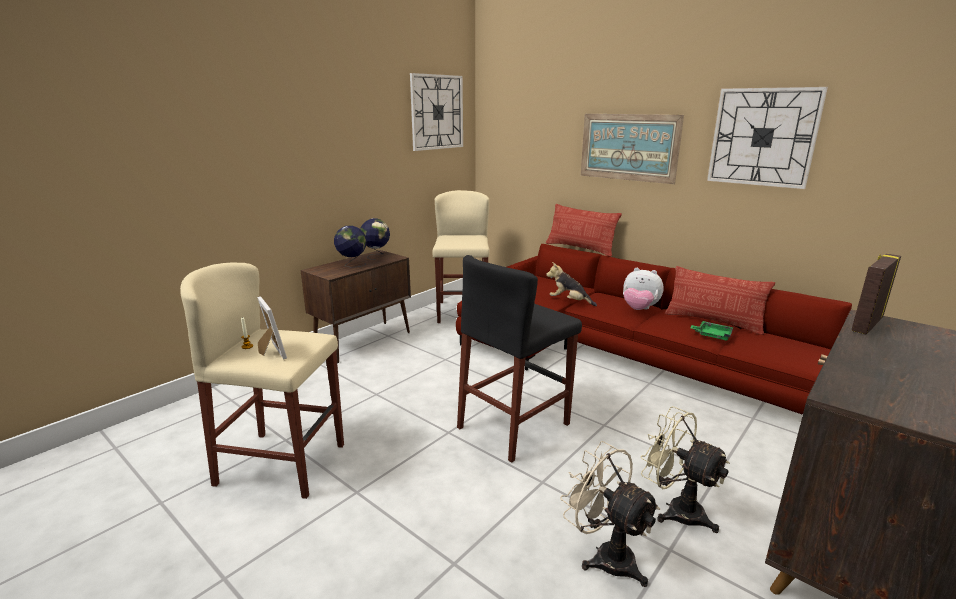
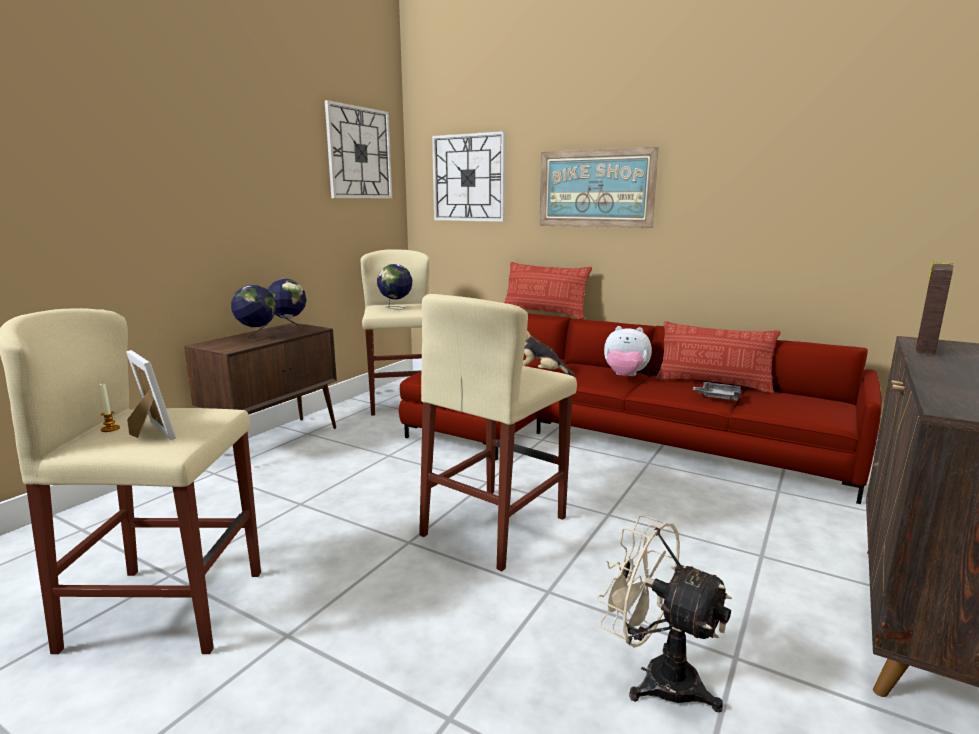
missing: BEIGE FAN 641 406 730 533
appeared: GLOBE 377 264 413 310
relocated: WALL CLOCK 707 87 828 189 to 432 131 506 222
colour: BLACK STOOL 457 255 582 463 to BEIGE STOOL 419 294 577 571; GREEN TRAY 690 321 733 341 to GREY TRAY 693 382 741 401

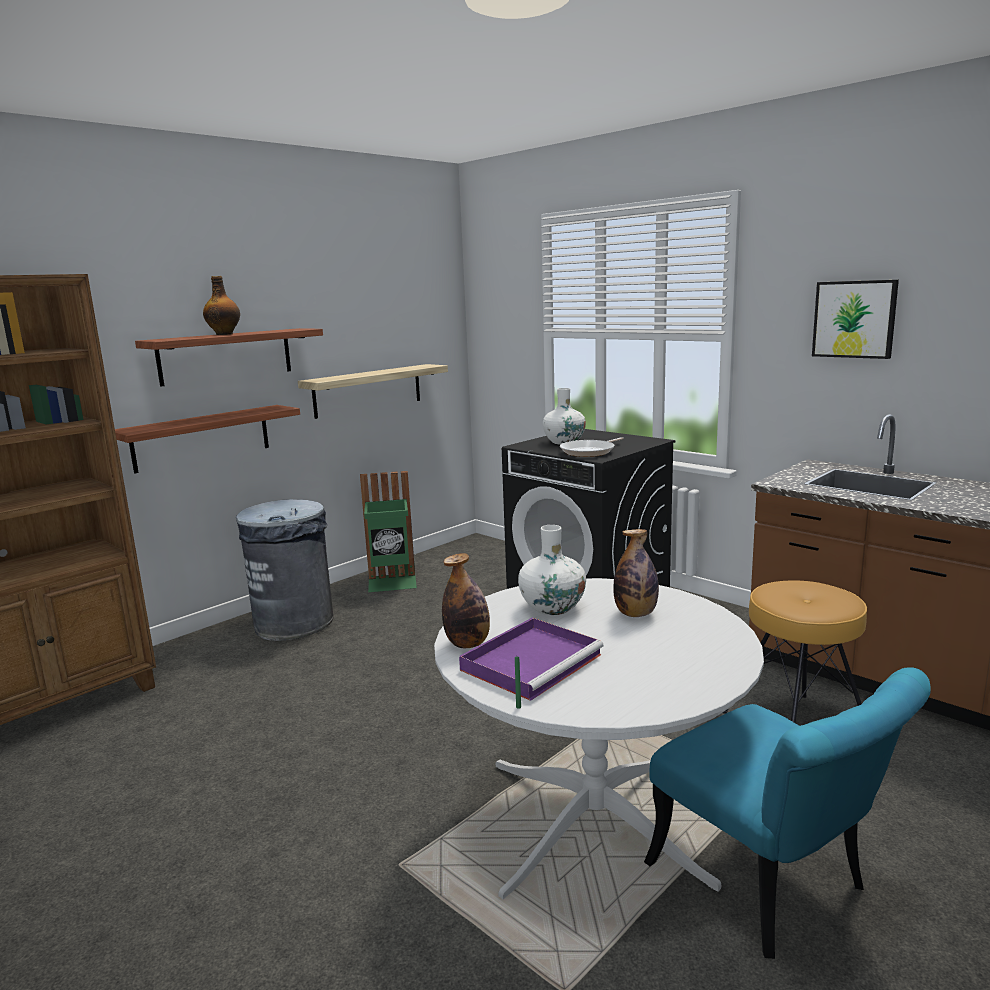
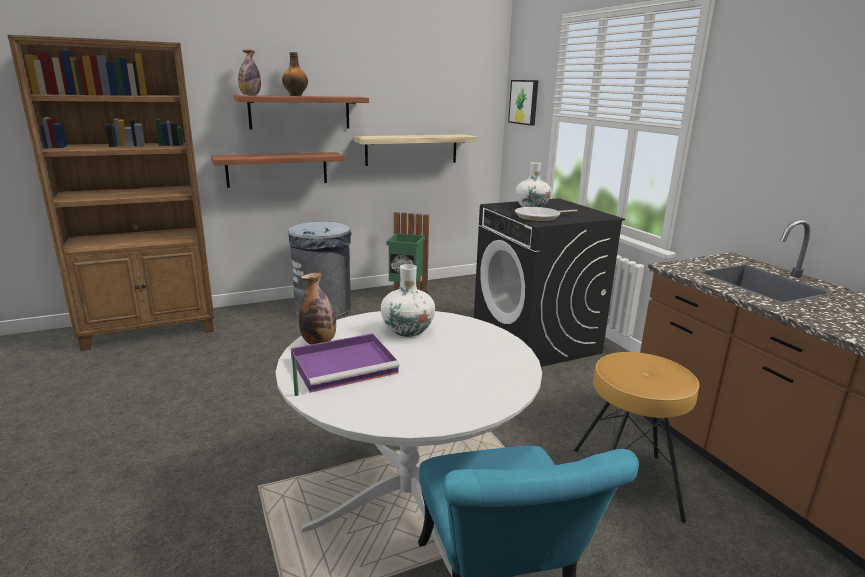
relocated: BOTTLE 613 529 659 617 to 238 50 261 95; PICTURE 812 280 899 359 to 508 80 538 126

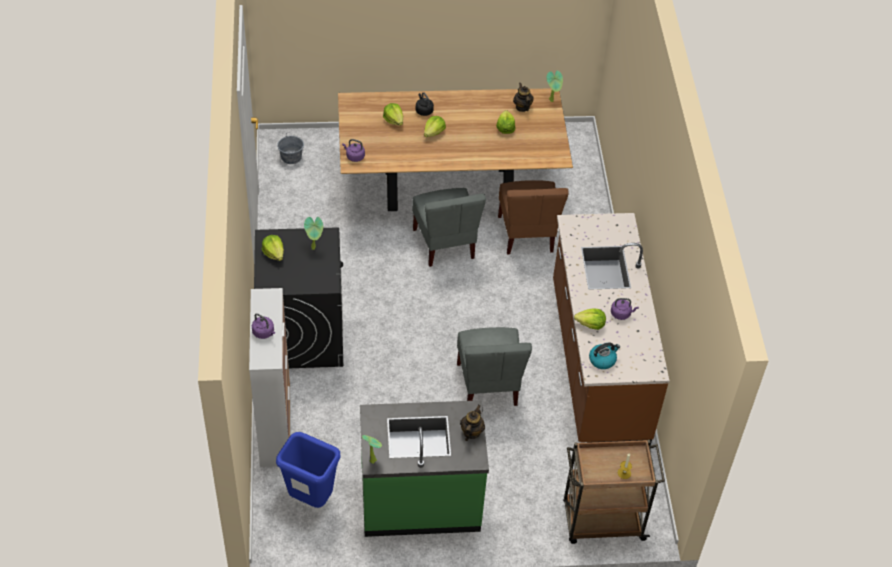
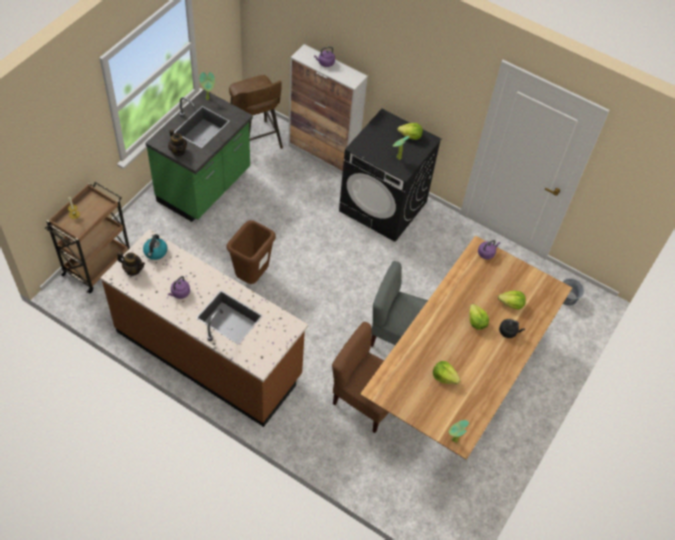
missing: LETTUCE 574 309 606 330
relocated: TEAPOT 513 83 534 112 to 117 252 145 276
exchanged: BLUE TRASH CAN 276 432 340 508 to BROWN STOOL 229 75 283 149; GREY CHAIR 457 327 532 406 to BROWN TRASH CAN 227 220 276 284

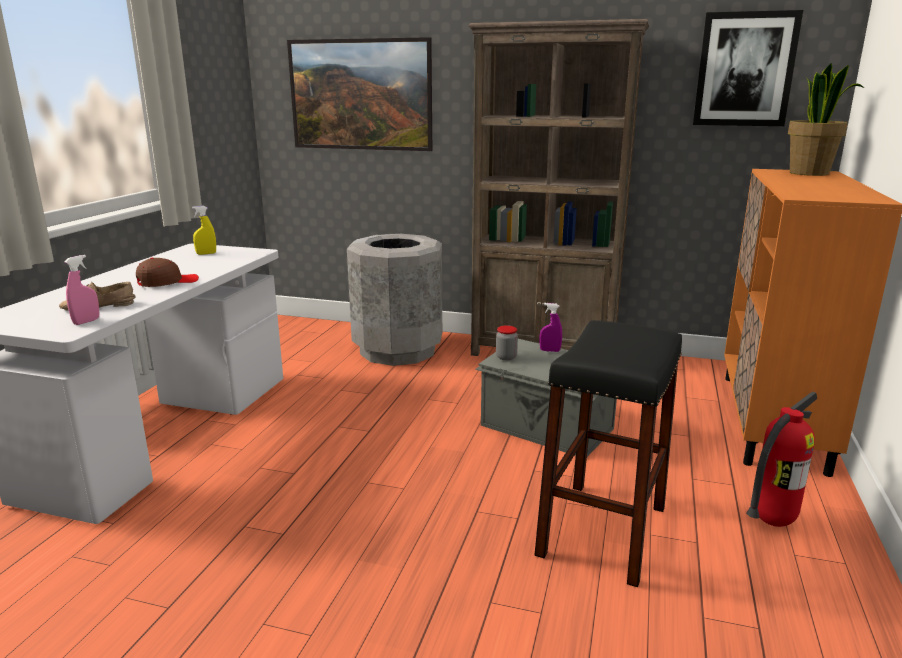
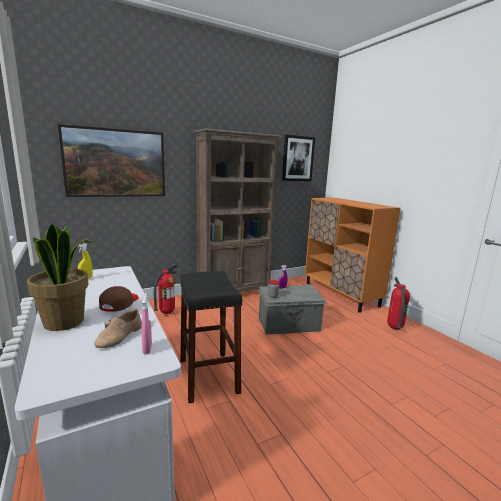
relocated: BLACK STOOL 535 320 682 587 to 180 271 243 403; POTTED PLANT 788 63 864 176 to 27 224 93 331
exchanged: GREY TRASH CAN 347 234 442 366 to FIRE EXTINGUISHER 154 264 178 314

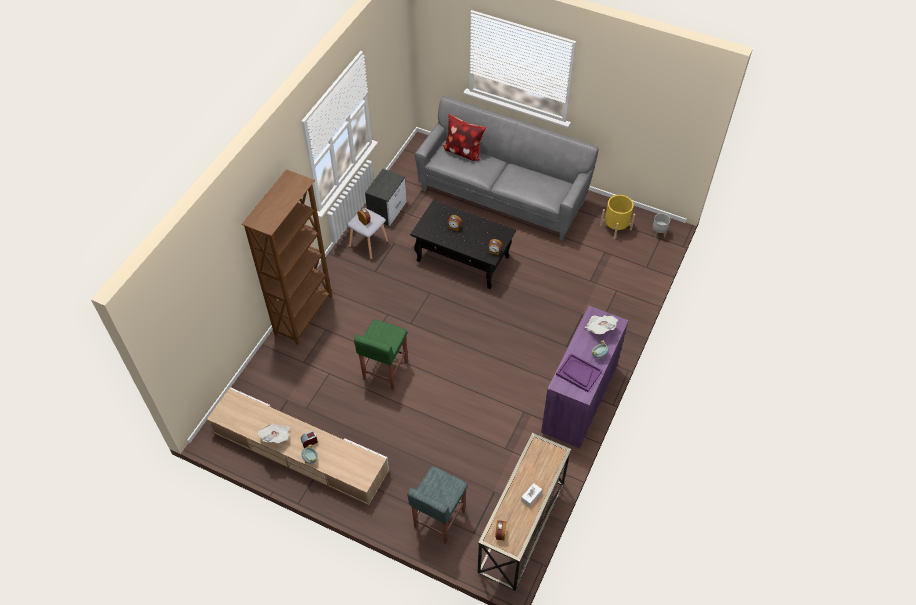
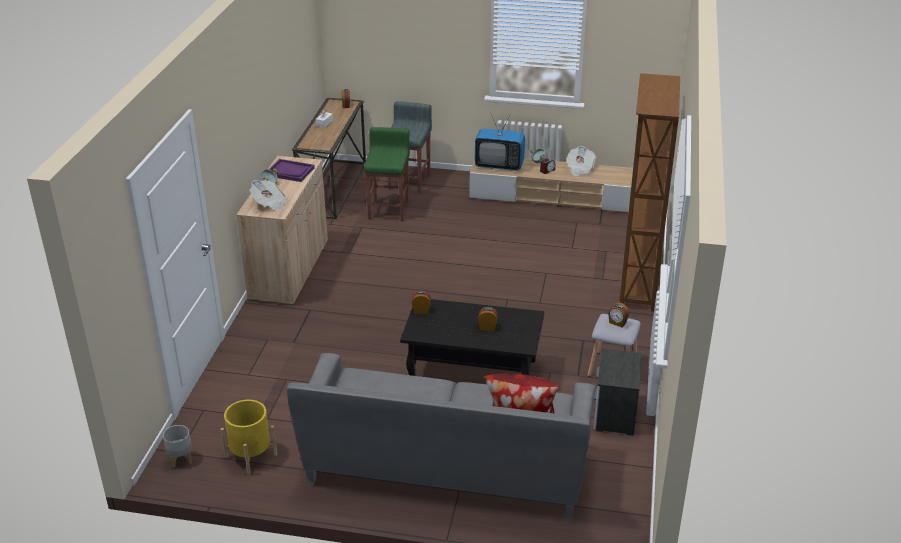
appeared: TELEVISION 475 112 525 171
relocated: GREEN STOOL 354 320 408 390 to 364 127 410 221
colour: PURPLE CABINET 541 306 629 448 to BEIGE CABINET 236 156 328 305

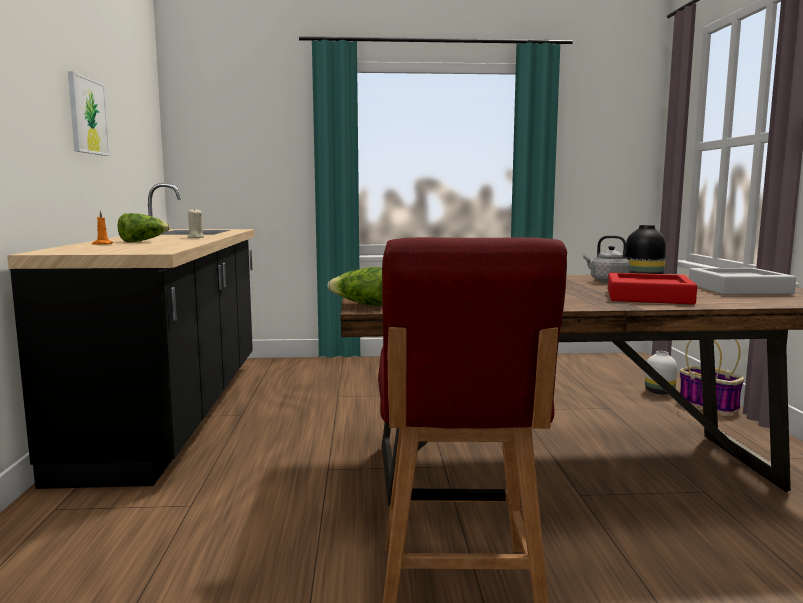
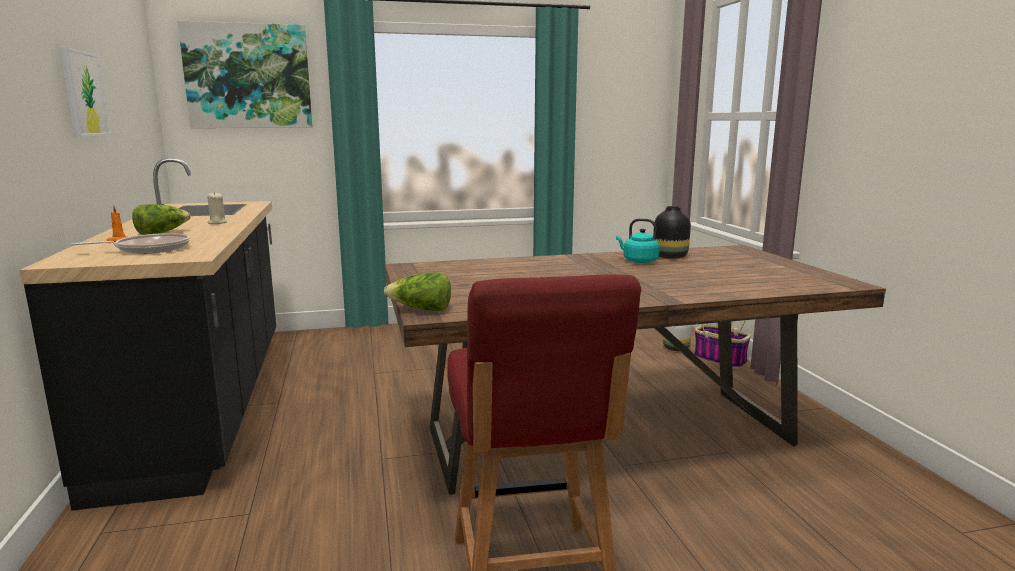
missing: RED TRAY 608 273 697 304; GREY TRAY 689 268 796 295
appeared: FRYING PAN 71 233 190 254; PICTURE 177 21 313 128
colour: GREY KETTLE 583 235 630 282 to TURQUOISE KETTLE 616 219 659 263

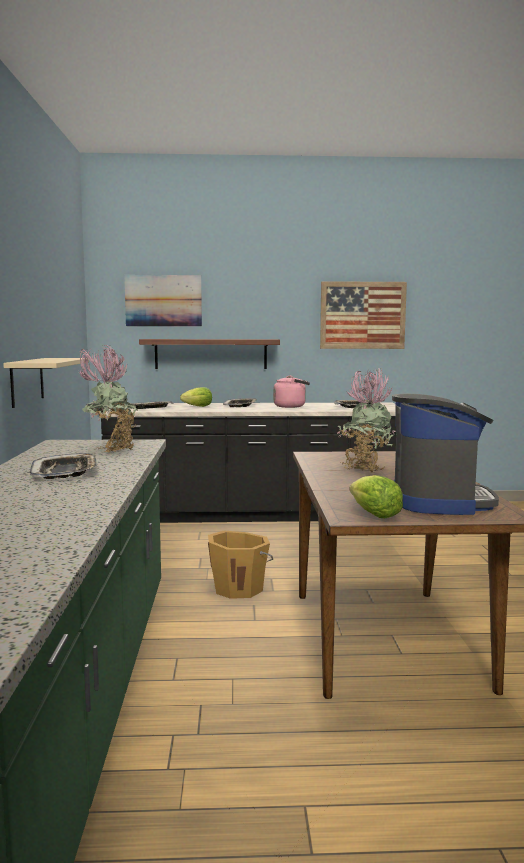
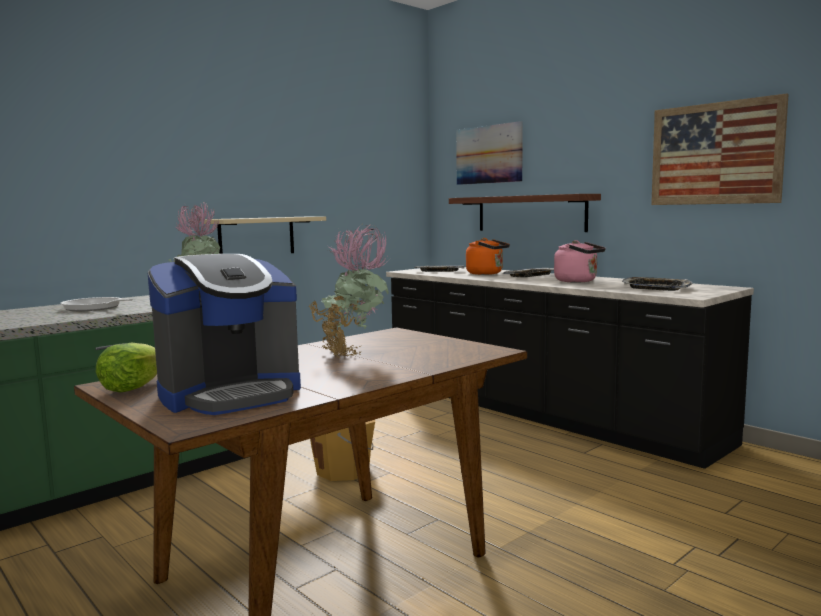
exchanged: TRAY 30 453 97 479 to FRYING PAN 61 297 133 311; LETTUCE 180 387 212 407 to ORANGE KETTLE 466 238 510 275

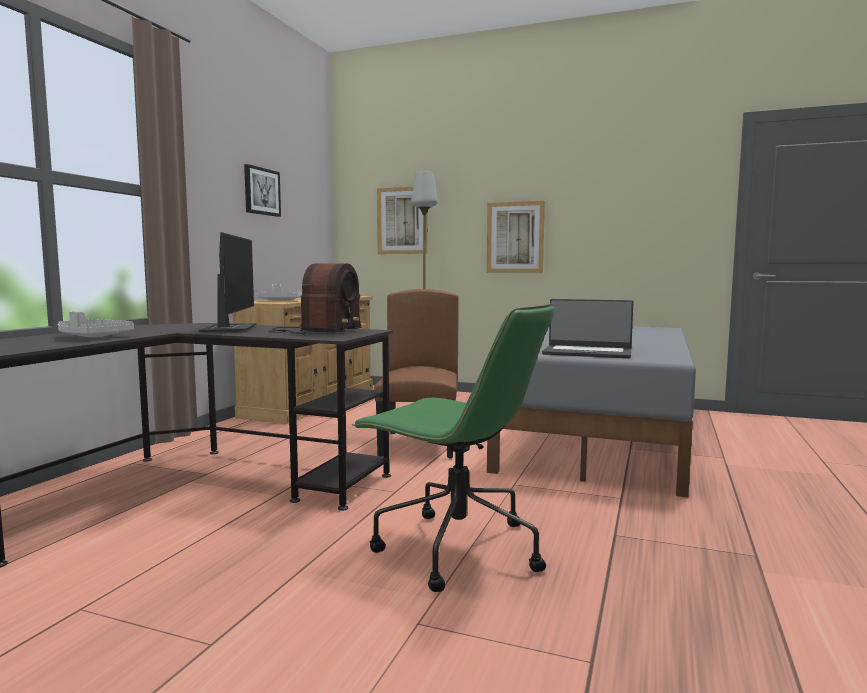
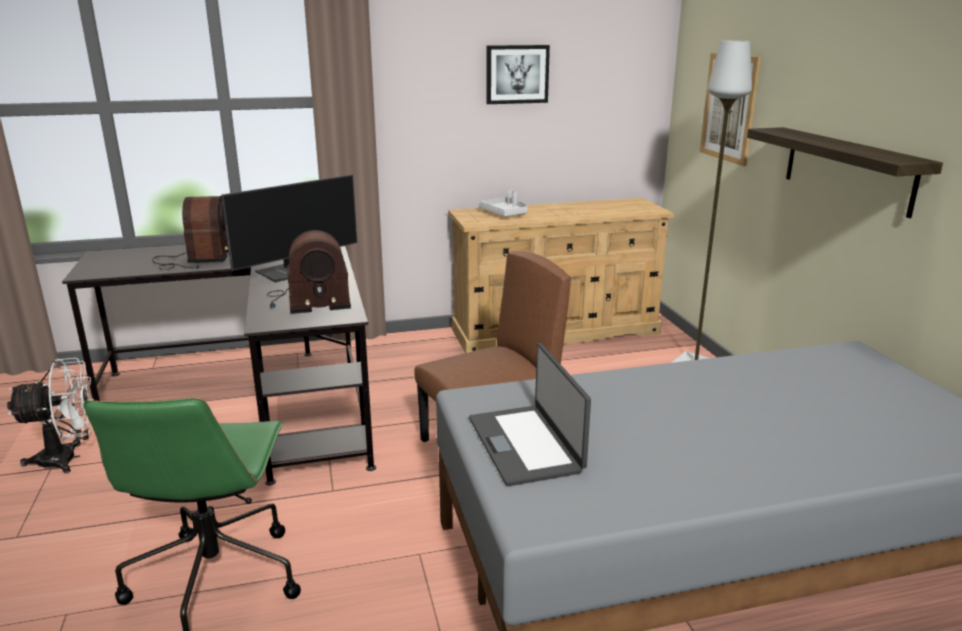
appeared: WHITE FAN 7 358 94 473
exchanged: GREY TRAY 58 312 134 337 to RADIO 152 196 228 270; PICTURE 487 201 545 273 to SHELF 747 127 943 218

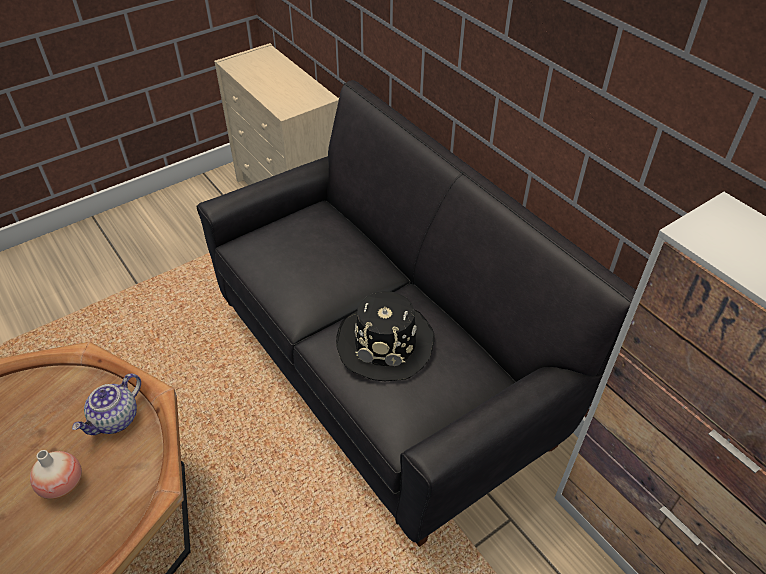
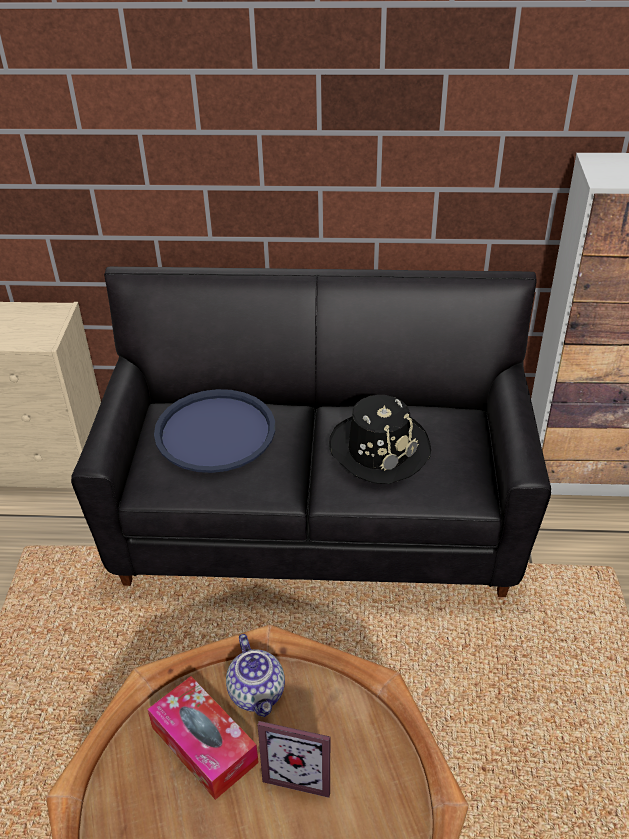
appeared: TISSUE BOX 147 676 259 800; BLUE TRAY 154 389 275 473
exchanged: VASE 30 450 82 500 to PICTURE FRAME 258 721 330 798

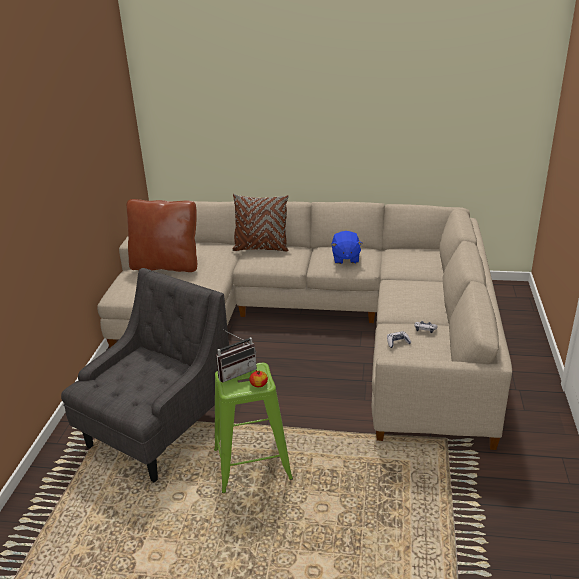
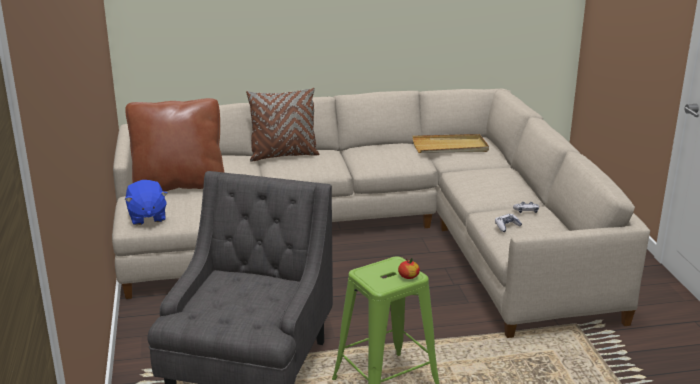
missing: RADIO 216 330 257 383
appeared: BEIGE TRAY 412 134 489 153
relocated: BLUE PLUSH TOY 331 231 362 264 to 125 180 168 225

